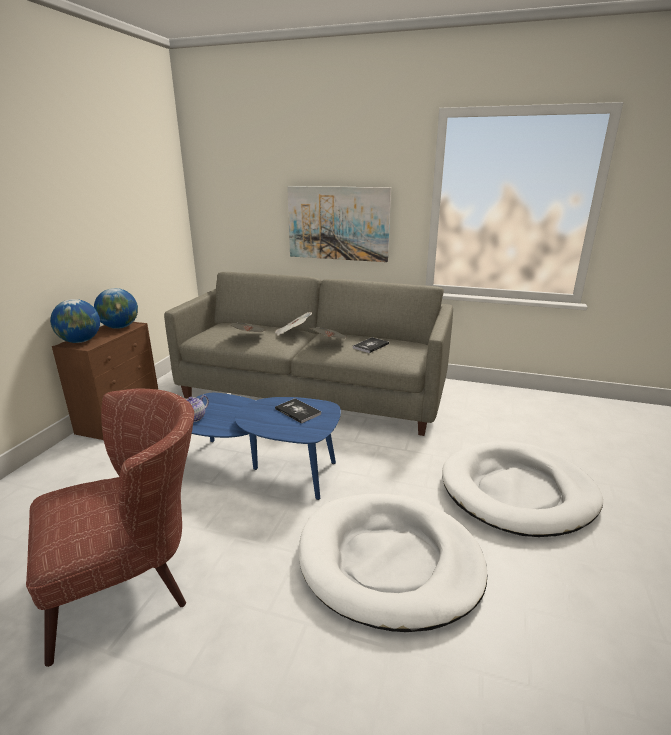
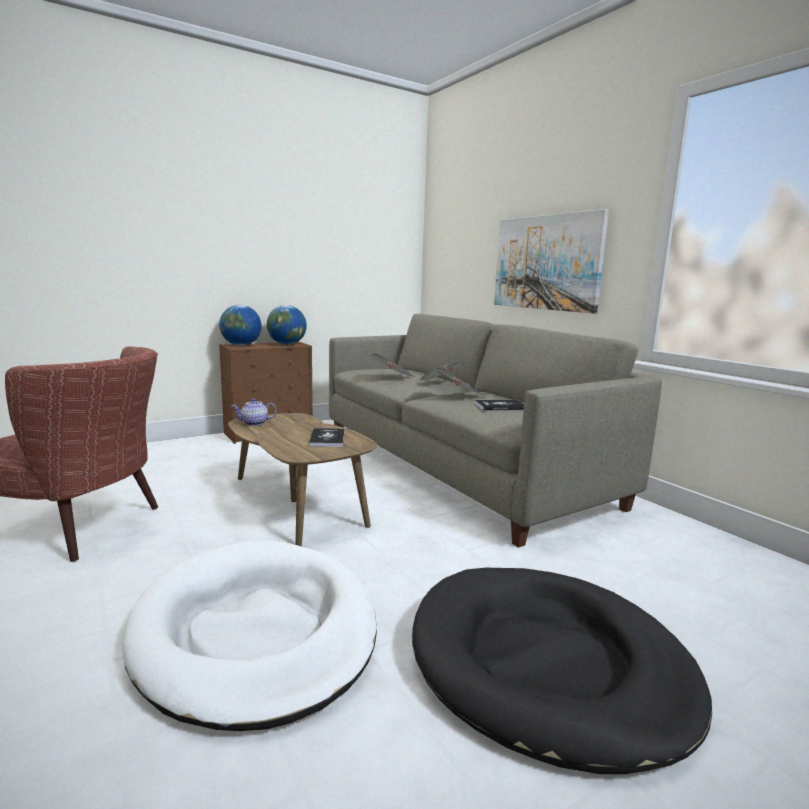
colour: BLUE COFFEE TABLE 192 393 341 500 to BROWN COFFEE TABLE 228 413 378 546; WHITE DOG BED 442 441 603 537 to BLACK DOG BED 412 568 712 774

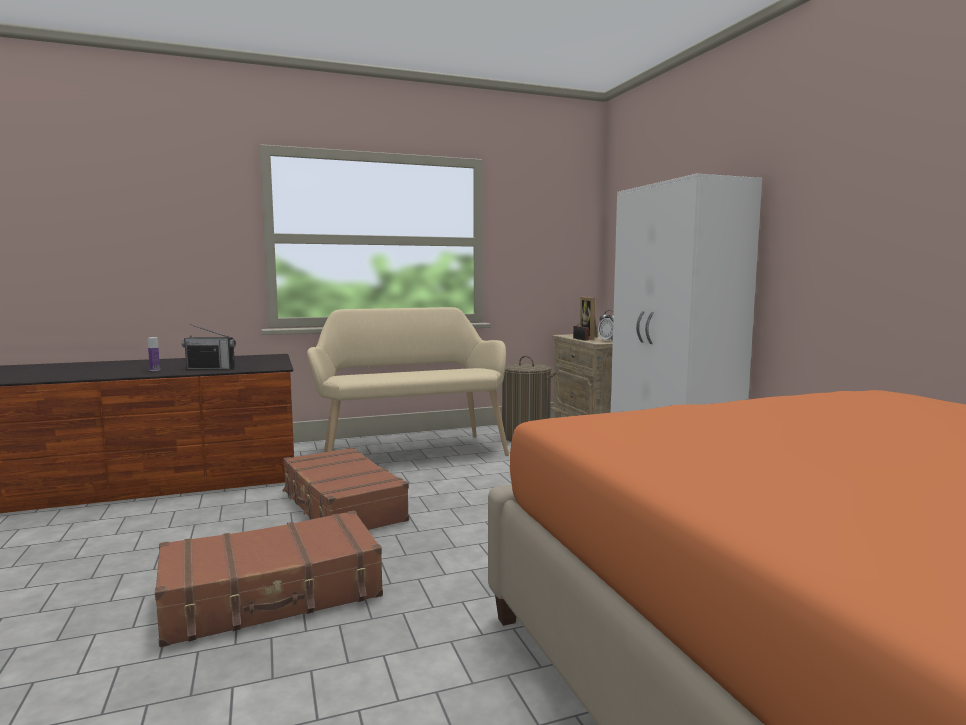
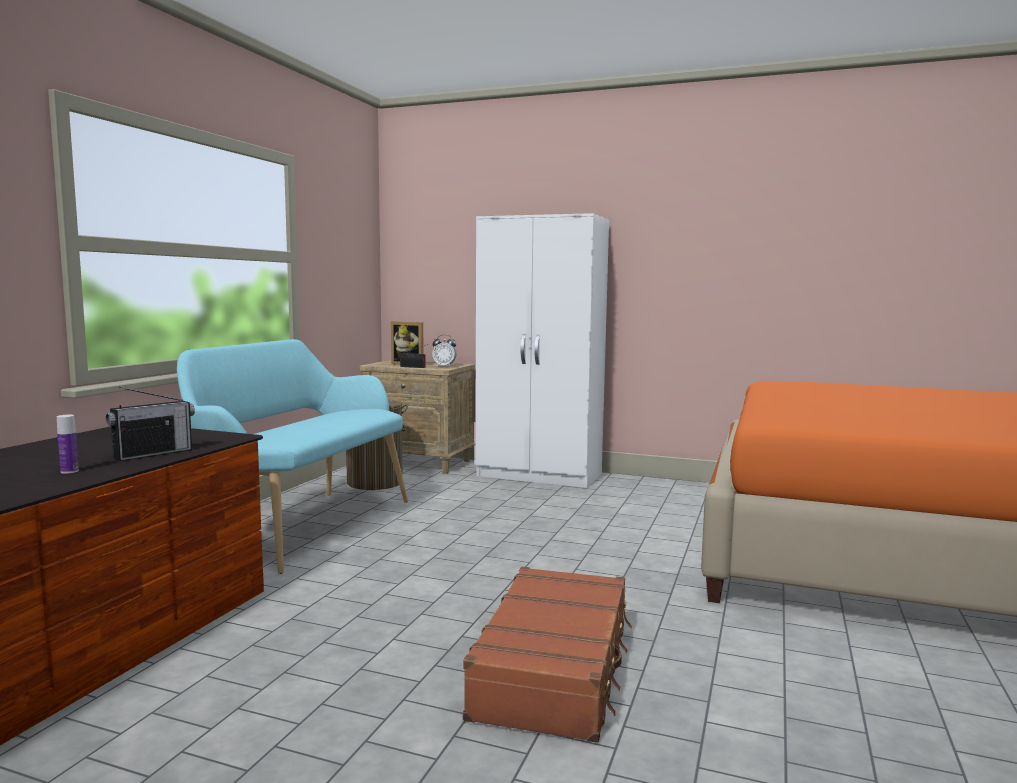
missing: BROWN SUITCASE 282 447 409 530
colour: BEIGE BENCH 307 307 509 456 to TURQUOISE BENCH 177 339 408 574

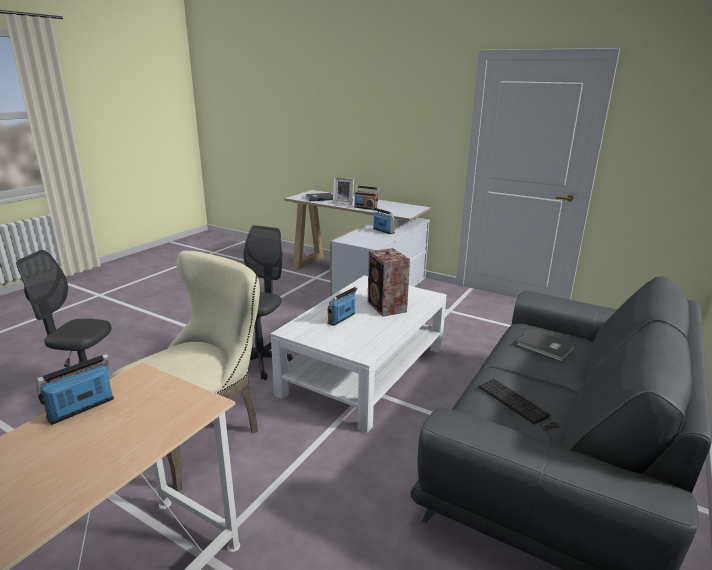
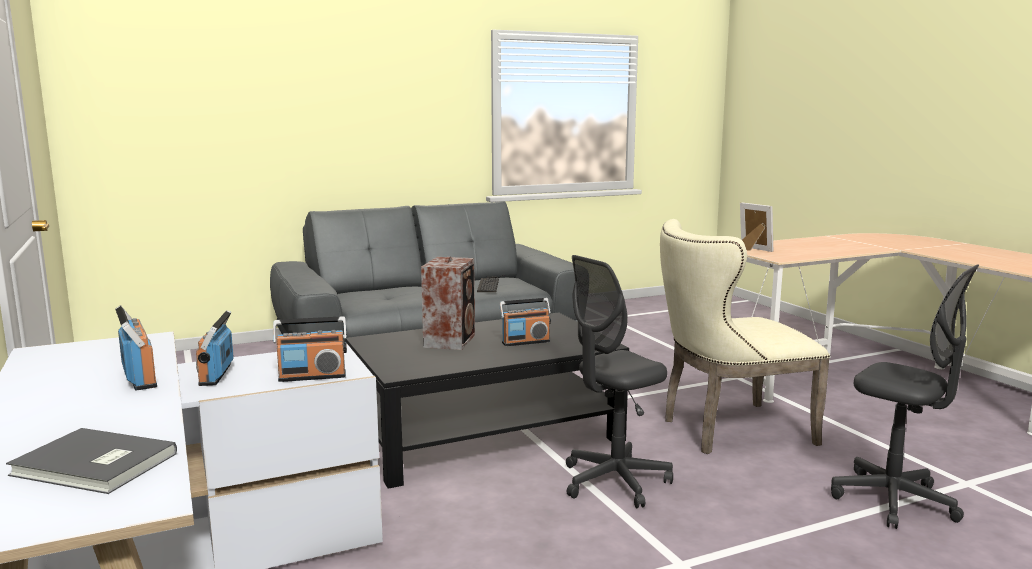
missing: GREY BOOK 516 329 575 361
relocated: RADIO 36 354 114 425 to 273 317 347 382; PICTURE FRAME 333 177 354 205 to 740 202 773 252
colour: WHITE COFFEE TABLE 271 275 447 433 to BLACK COFFEE TABLE 345 312 629 489

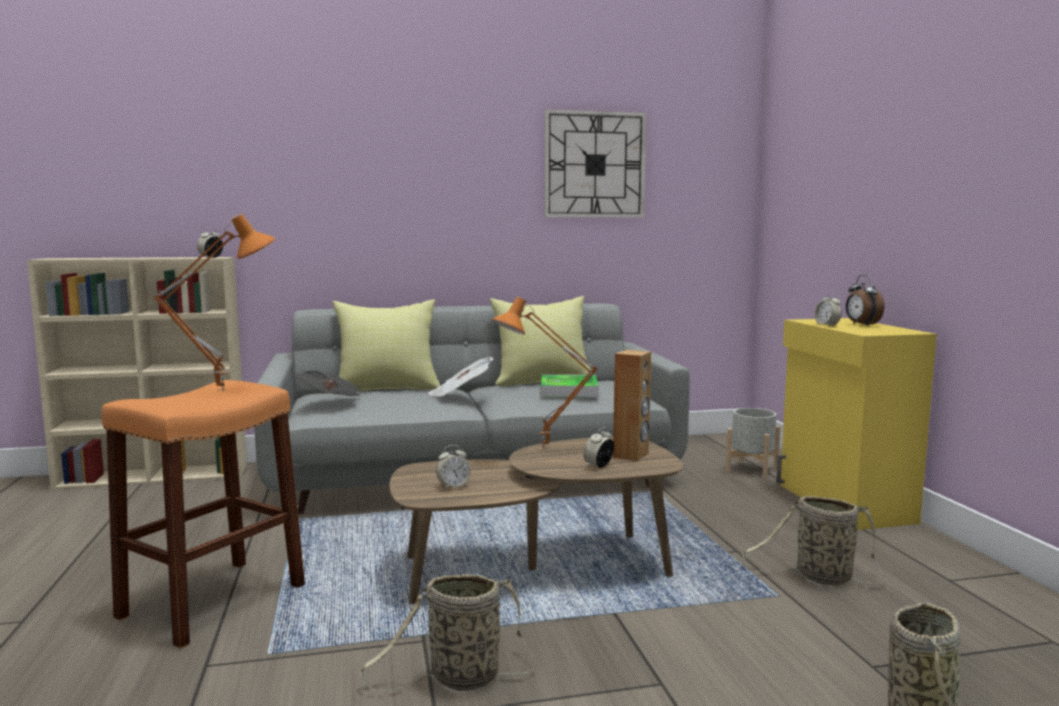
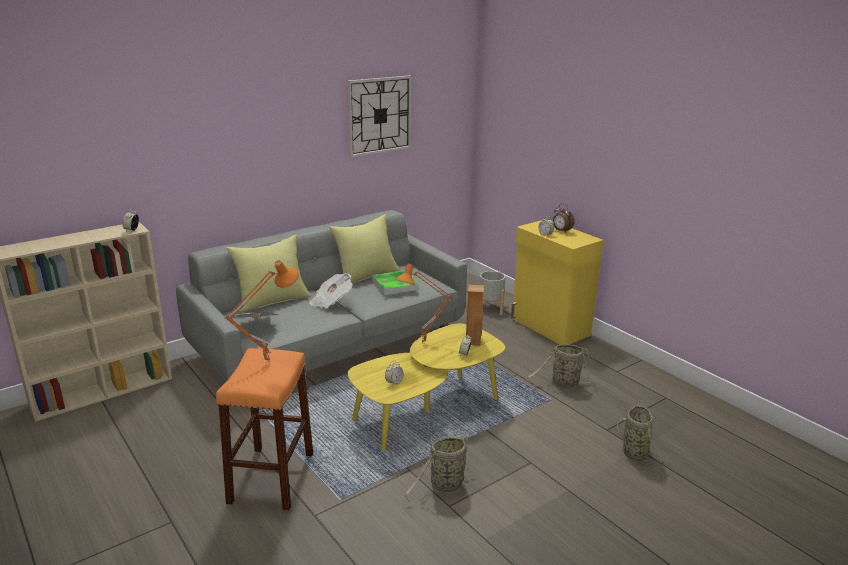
colour: BROWN COFFEE TABLE 390 436 683 604 to YELLOW COFFEE TABLE 348 323 505 451

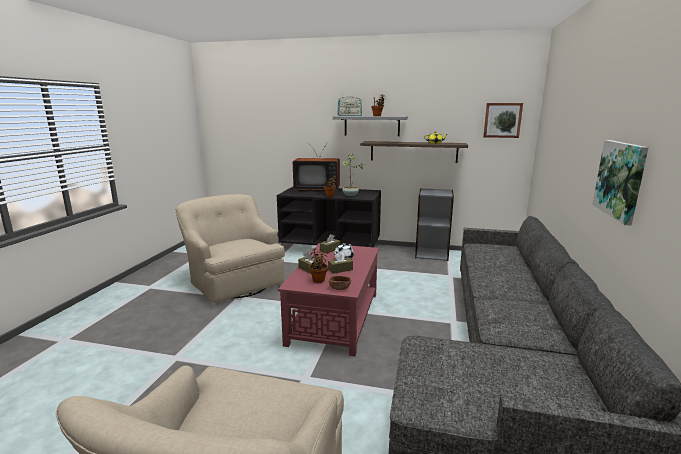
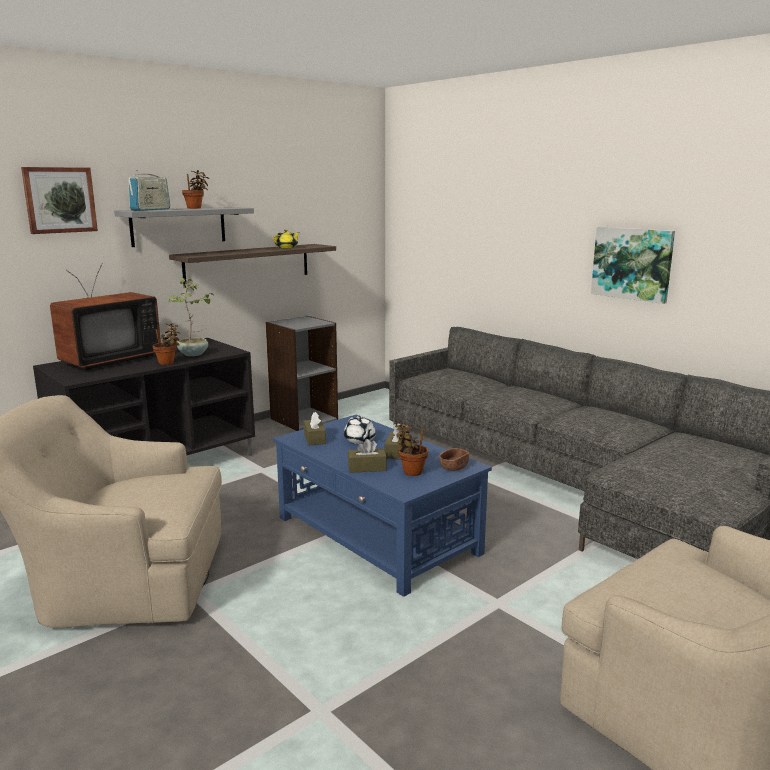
relocated: PICTURE 483 103 523 138 to 21 167 98 234
colour: RED COFFEE TABLE 278 243 379 357 to BLUE COFFEE TABLE 273 415 492 597

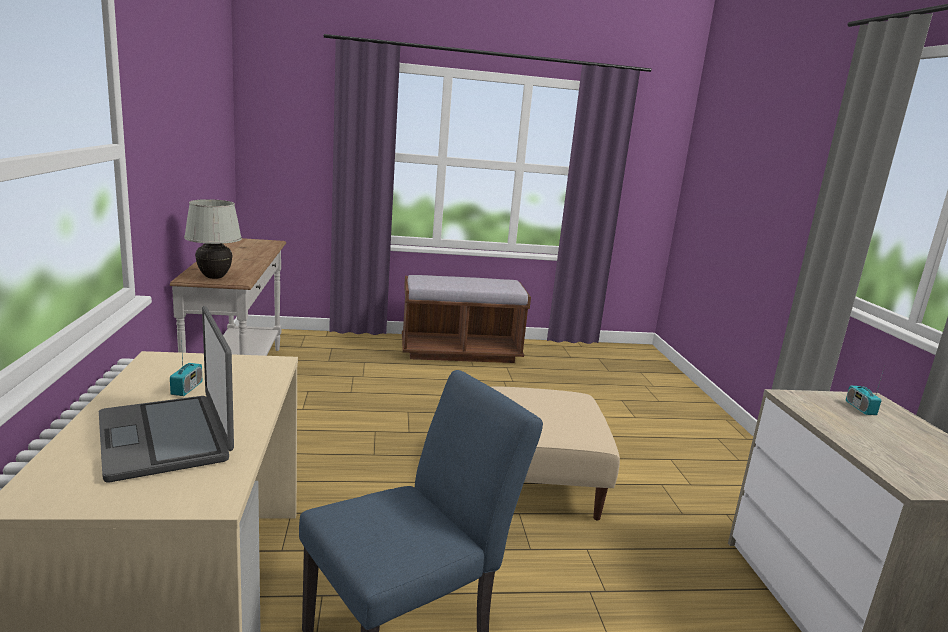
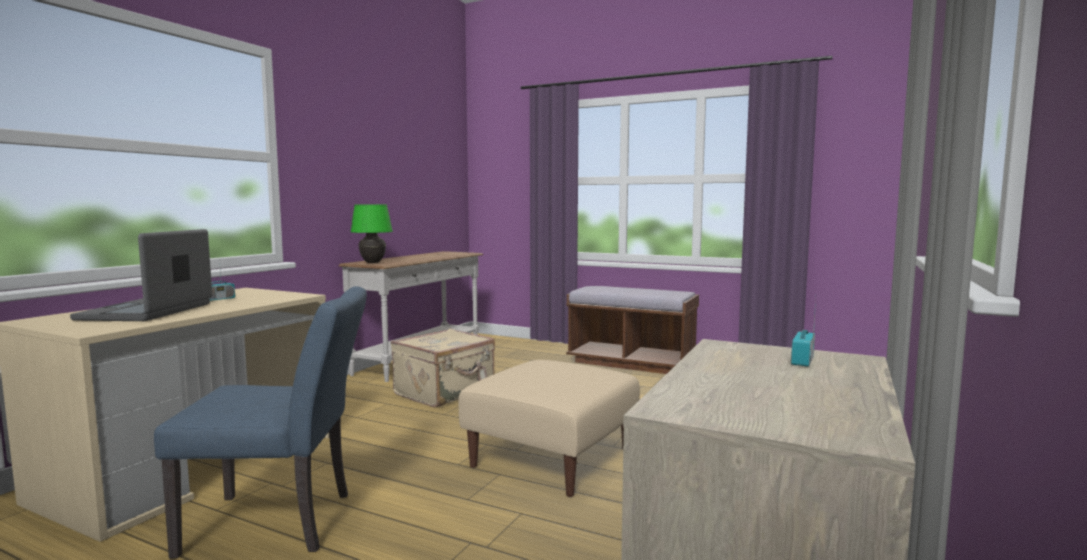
appeared: BEIGE SUITCASE 391 329 495 408
colour: WHITE TABLE LAMP 184 199 242 279 to GREEN TABLE LAMP 351 205 393 263

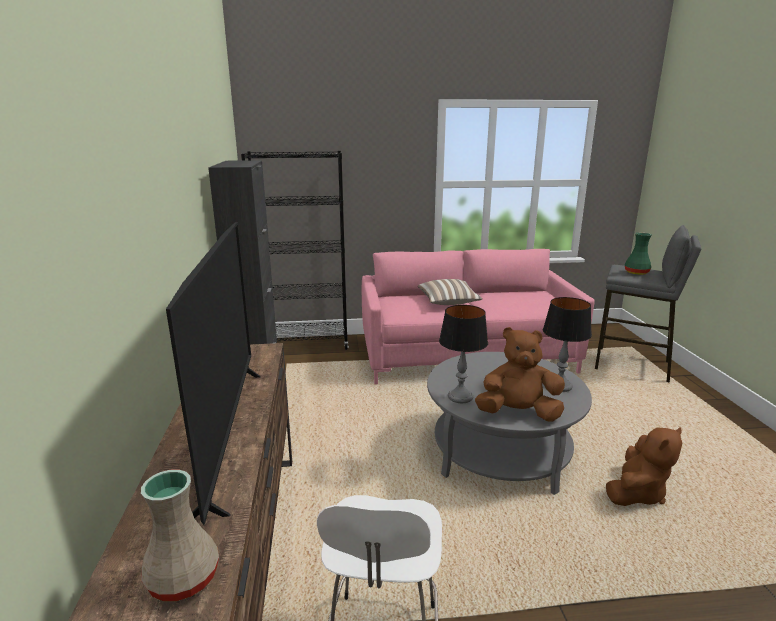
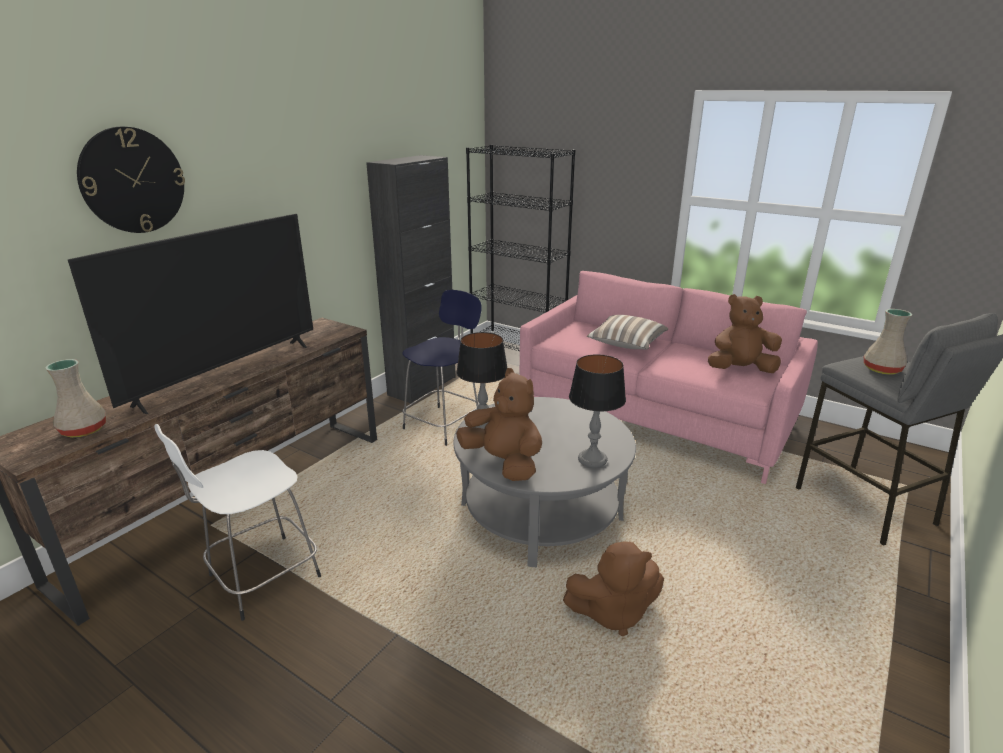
appeared: WALL CLOCK 77 127 185 233; BLUE STOOL 402 290 482 446; BROWN PLUSH TOY 708 294 782 373
colour: GREEN VASE 625 233 652 275 to BEIGE VASE 864 309 912 375

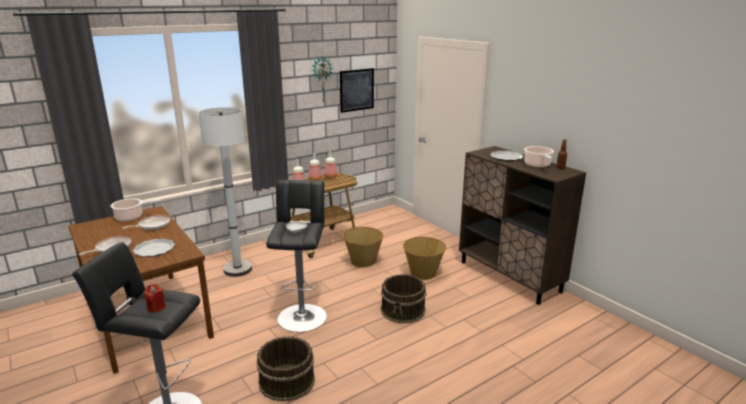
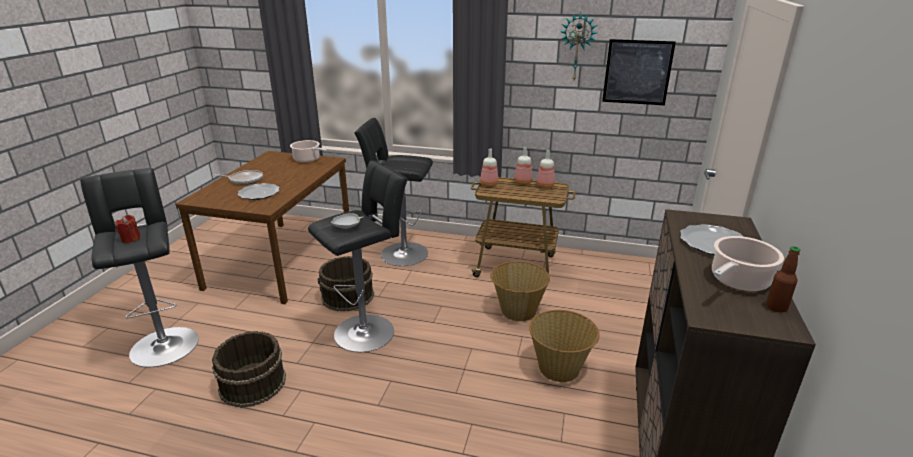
missing: FRYING PAN 122 215 170 230
relocated: BROWN BUCKET 381 274 427 323 to 317 256 374 312
exchanged: WHITE FLOOR LAMP 198 107 252 277 to BLACK STOOL 354 118 433 266

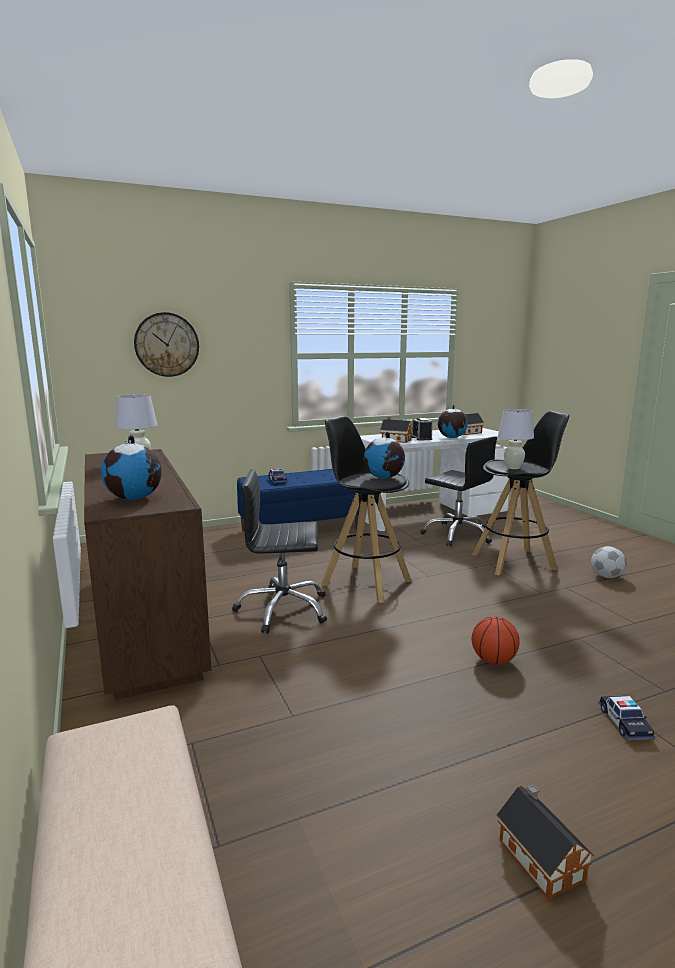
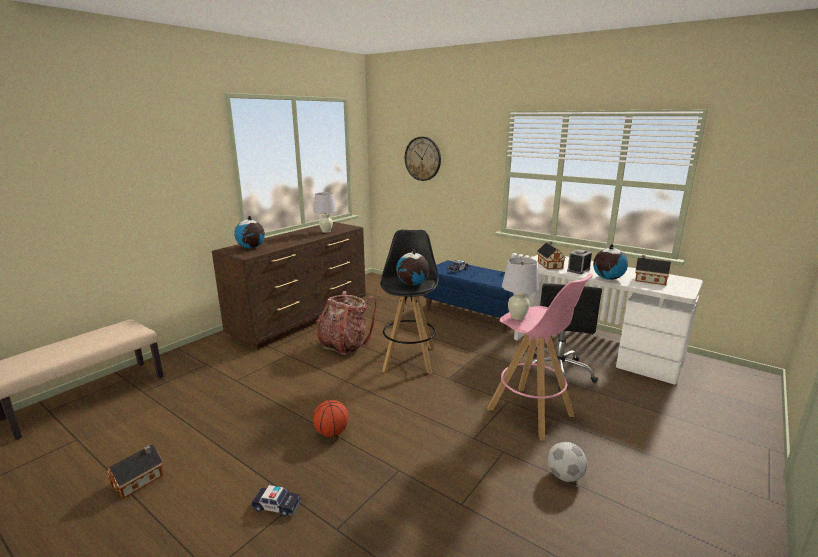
exchanged: BLACK OFFICE CHAIR 232 469 327 633 to BACKPACK 316 291 377 355
colour: BLACK STOOL 472 411 570 575 to PINK STOOL 487 273 593 441
spun: TOY CAR 598 695 655 740 = 251 485 301 516 135 degrees counterclockwise

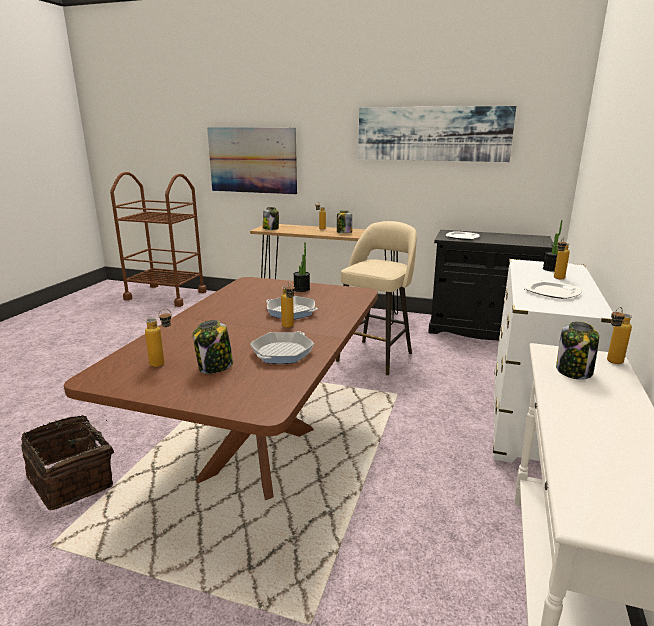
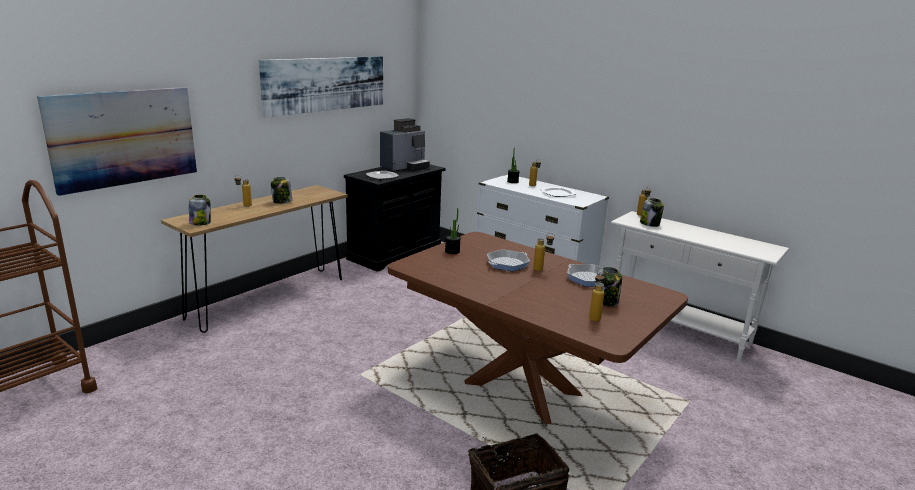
missing: BEIGE STOOL 336 221 417 376
appeared: COFFEE MACHINE 380 118 430 172

